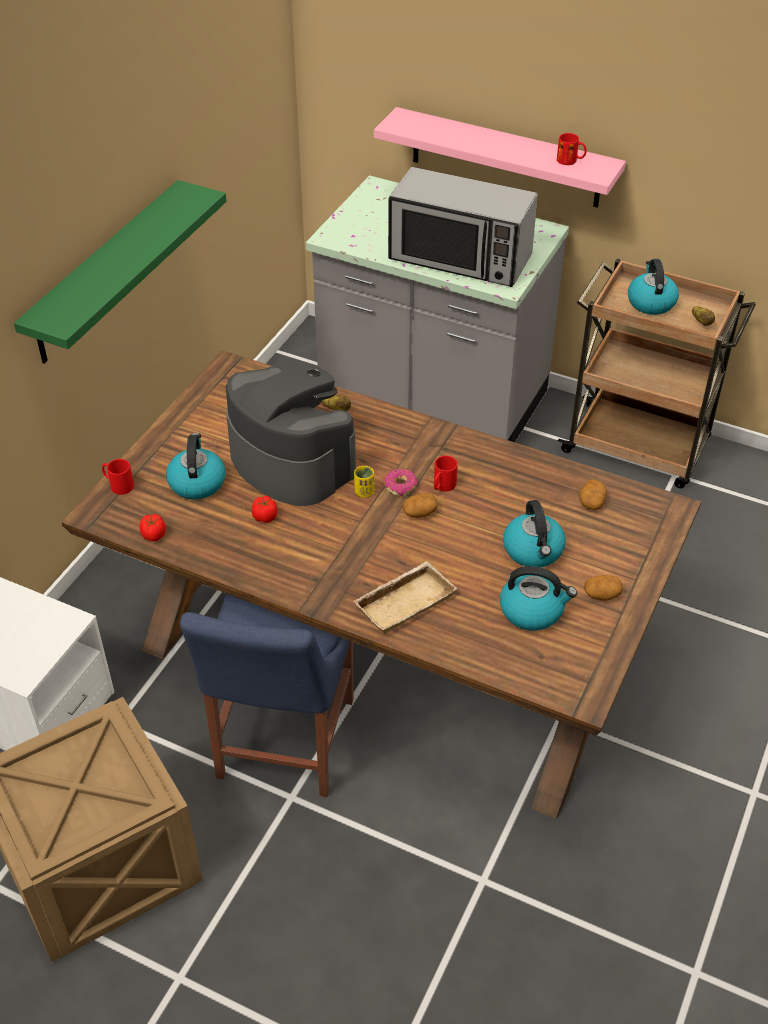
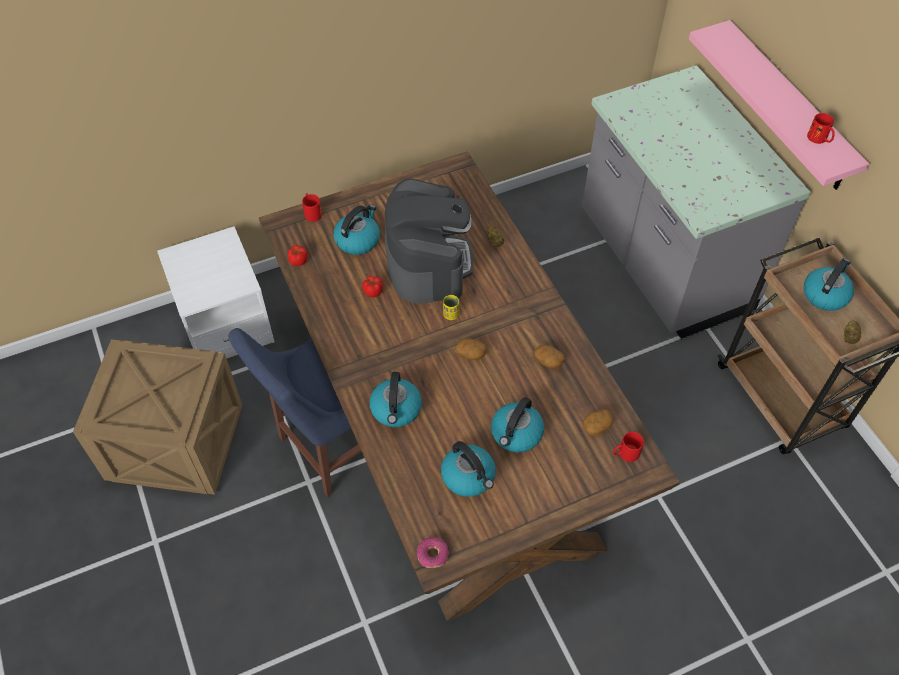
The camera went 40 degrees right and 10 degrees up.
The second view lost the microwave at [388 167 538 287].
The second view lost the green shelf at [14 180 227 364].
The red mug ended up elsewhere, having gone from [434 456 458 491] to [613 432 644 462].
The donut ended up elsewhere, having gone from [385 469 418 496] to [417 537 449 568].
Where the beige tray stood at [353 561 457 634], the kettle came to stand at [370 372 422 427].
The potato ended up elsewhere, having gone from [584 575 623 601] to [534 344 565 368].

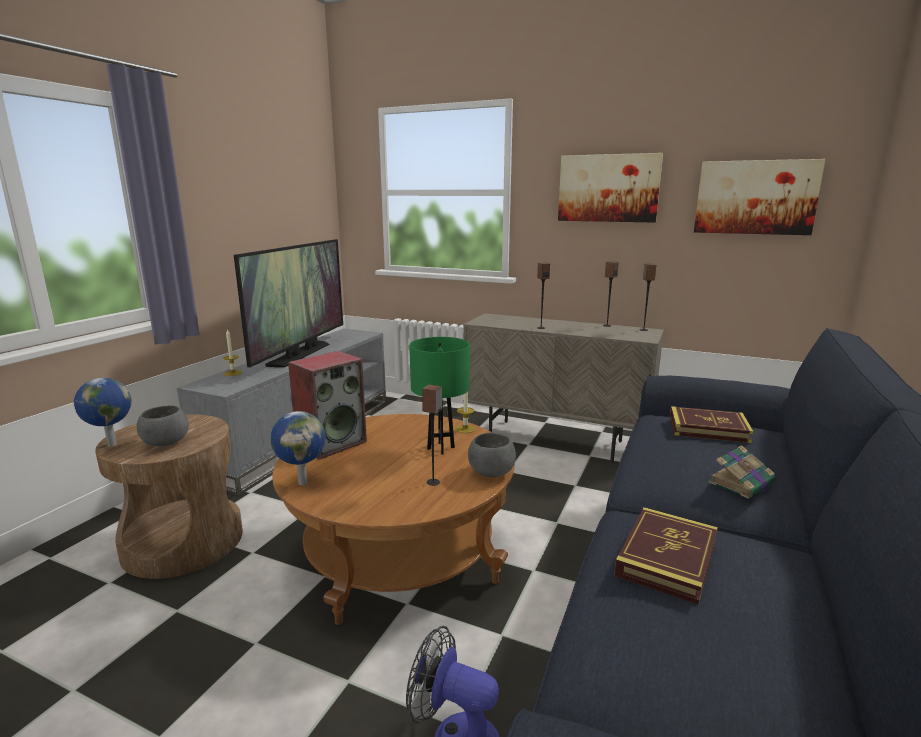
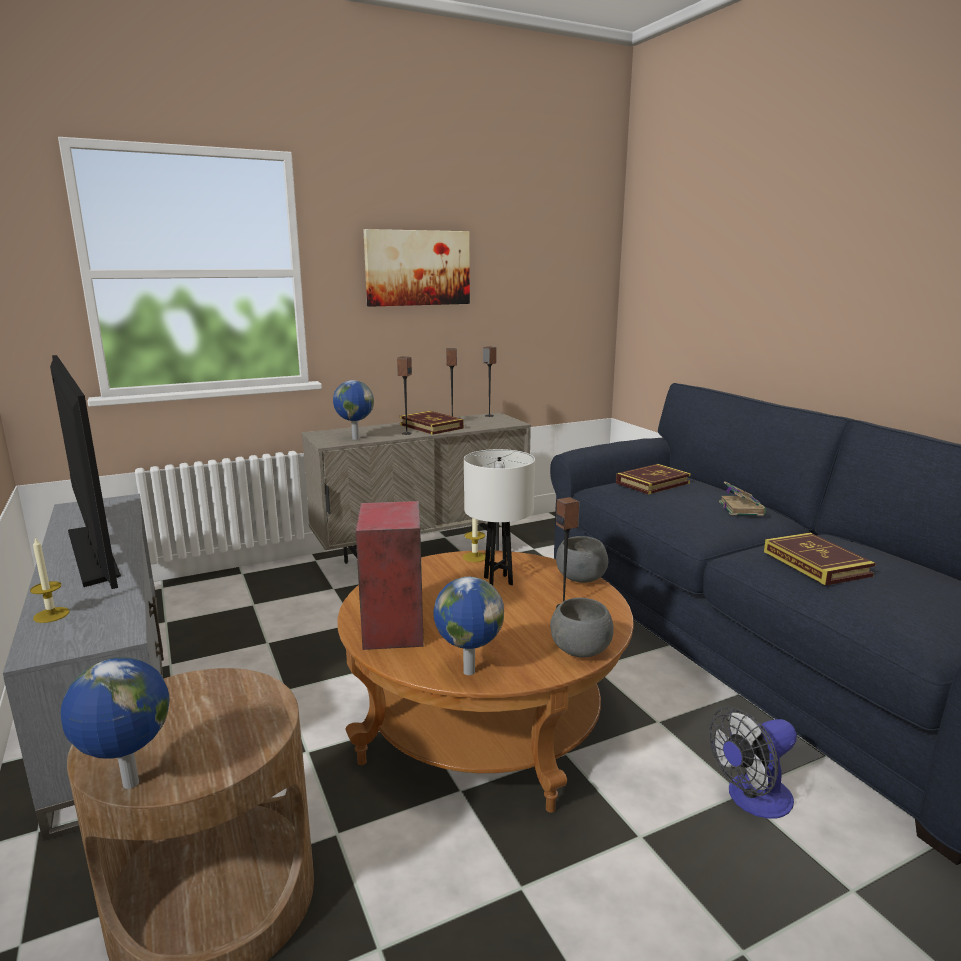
The camera went 50 degrees left and 0 degrees up.
The second view lost the picture at [694 159 826 235].
What was the green table lamp at [409 337 470 454] turned into the white table lamp at [464 449 535 586].
The grey bowl ended up elsewhere, having gone from [137 405 189 446] to [550 598 614 658].
The second view gained the globe at [333 380 374 440].
The second view gained the book at [400 411 464 435].

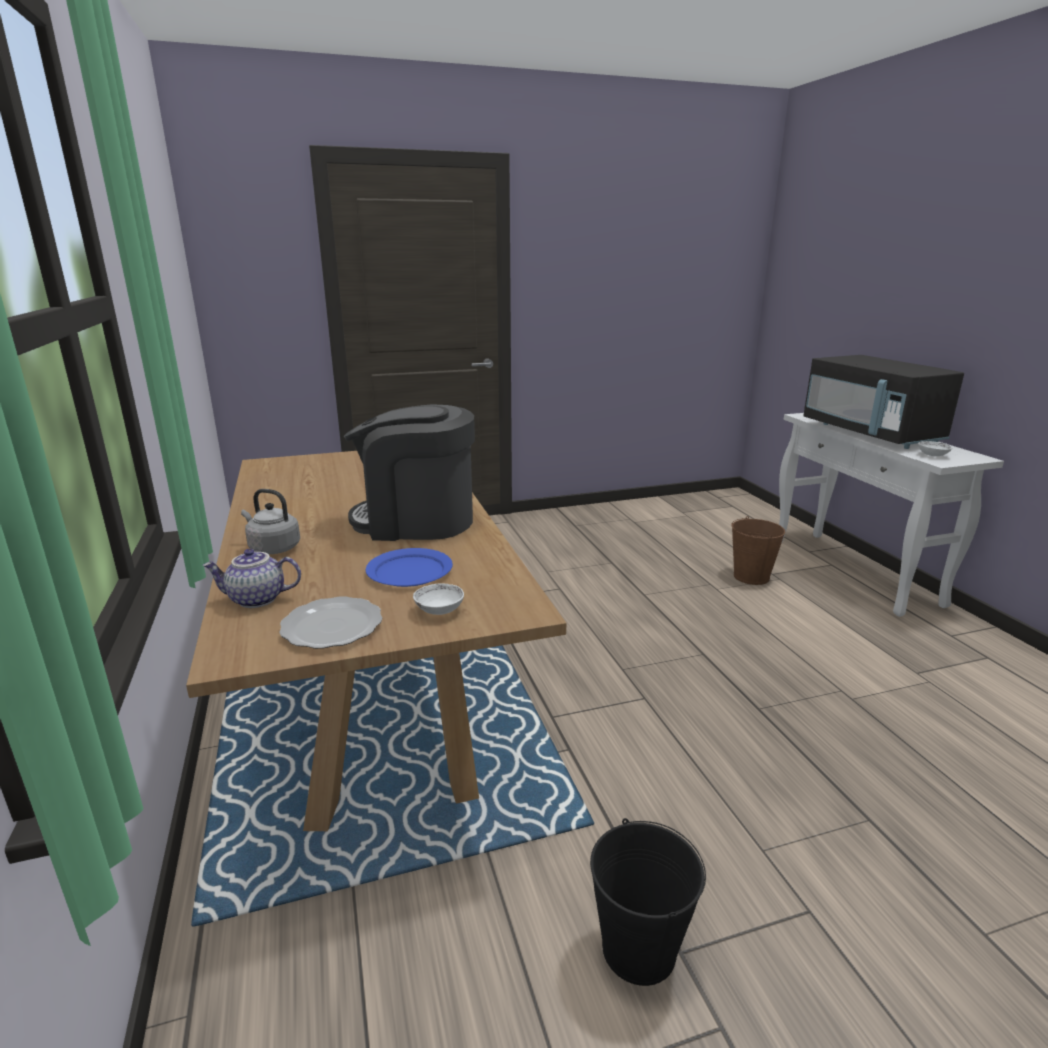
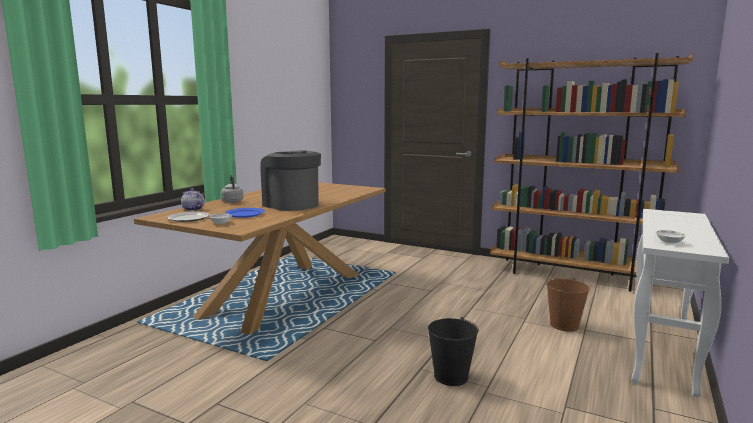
The camera went 45 degrees right and 10 degrees down.
The second view lost the black microwave at [803 355 964 449].
The black bucket ended up elsewhere, having gone from [590 818 706 986] to [428 317 479 386].
The second view gained the brown bookcase at [490 53 694 292].

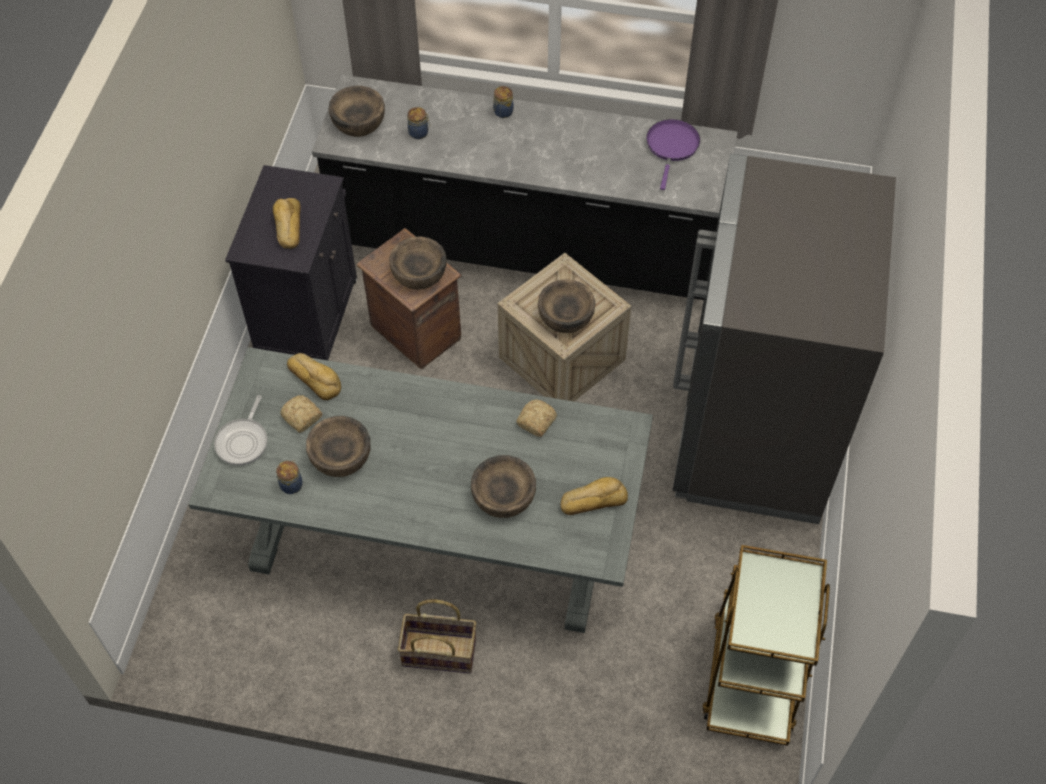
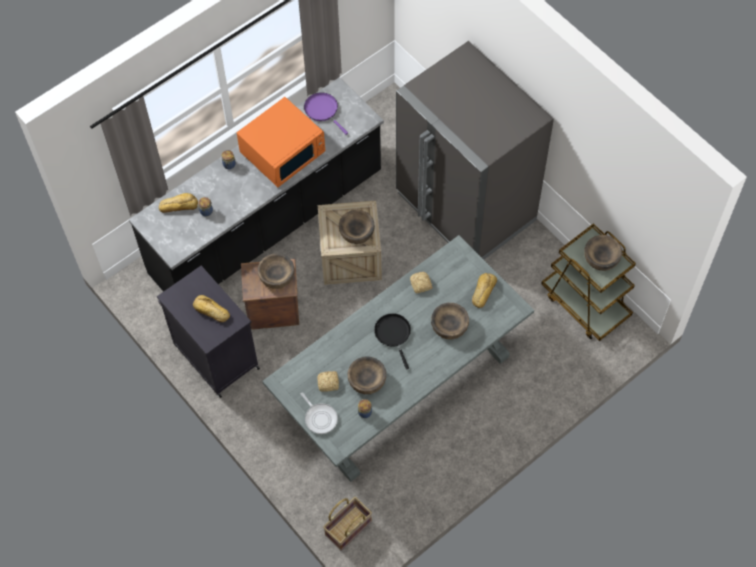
The camera went 50 degrees left and 5 degrees up.
The brown bowl ended up elsewhere, having gone from [329 86 385 137] to [584 235 622 271].
The bread ended up elsewhere, having gone from [287 353 341 400] to [159 193 198 213].
The basket ended up elsewhere, having gone from [398 599 476 673] to [323 497 372 551].
The second view gained the orange microwave at [237 97 325 187].
The second view gained the black frying pan at [374 313 411 370].

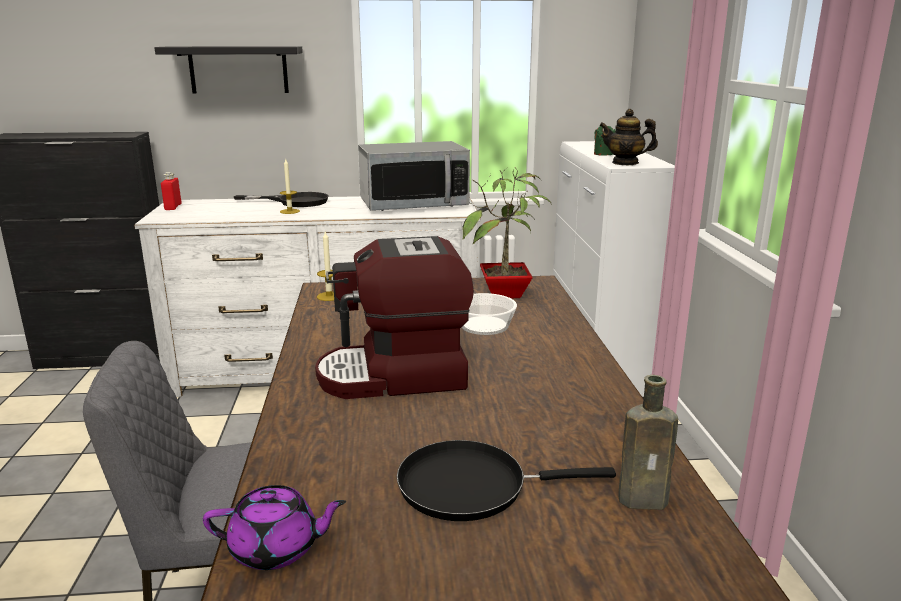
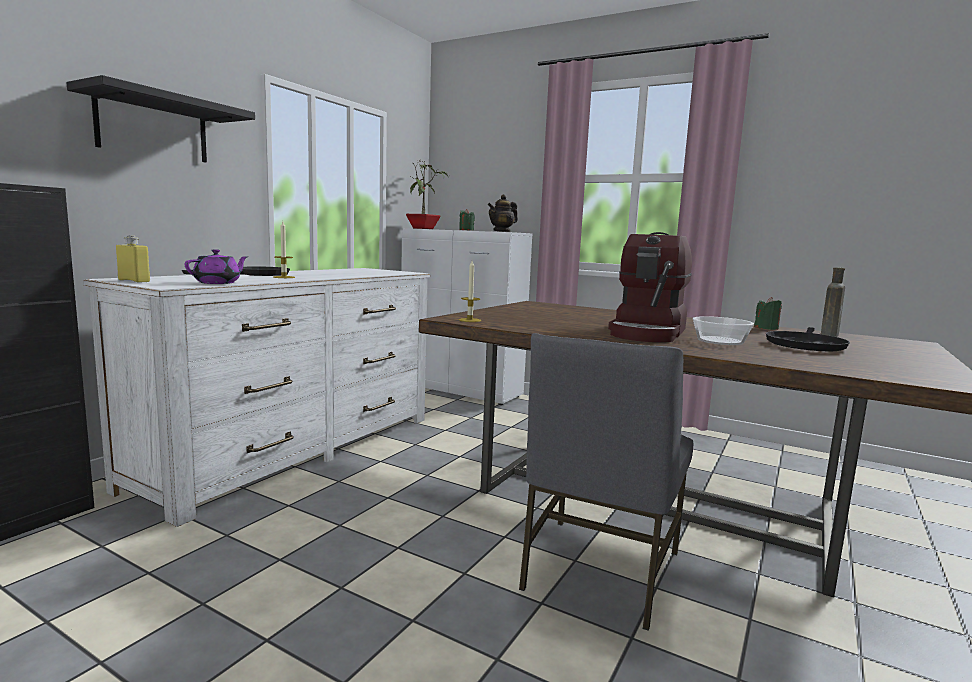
The camera went 55 degrees left and 10 degrees down.
The second view lost the microwave at [358 141 470 211].
The potted plant ended up elsewhere, having gone from [462 168 552 298] to [406 160 449 229].
What was the red bottle at [161 172 182 210] turned into the yellow bottle at [116 235 150 283].
The bowl ended up elsewhere, having gone from [461 293 517 335] to [693 316 754 345].
The purple teapot ended up elsewhere, having gone from [203 485 346 570] to [185 249 249 284].
The second view gained the green candle at [754 297 782 330].

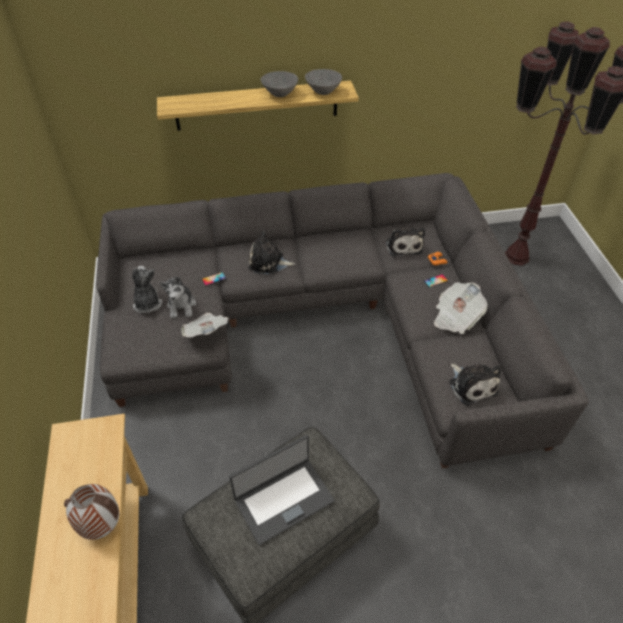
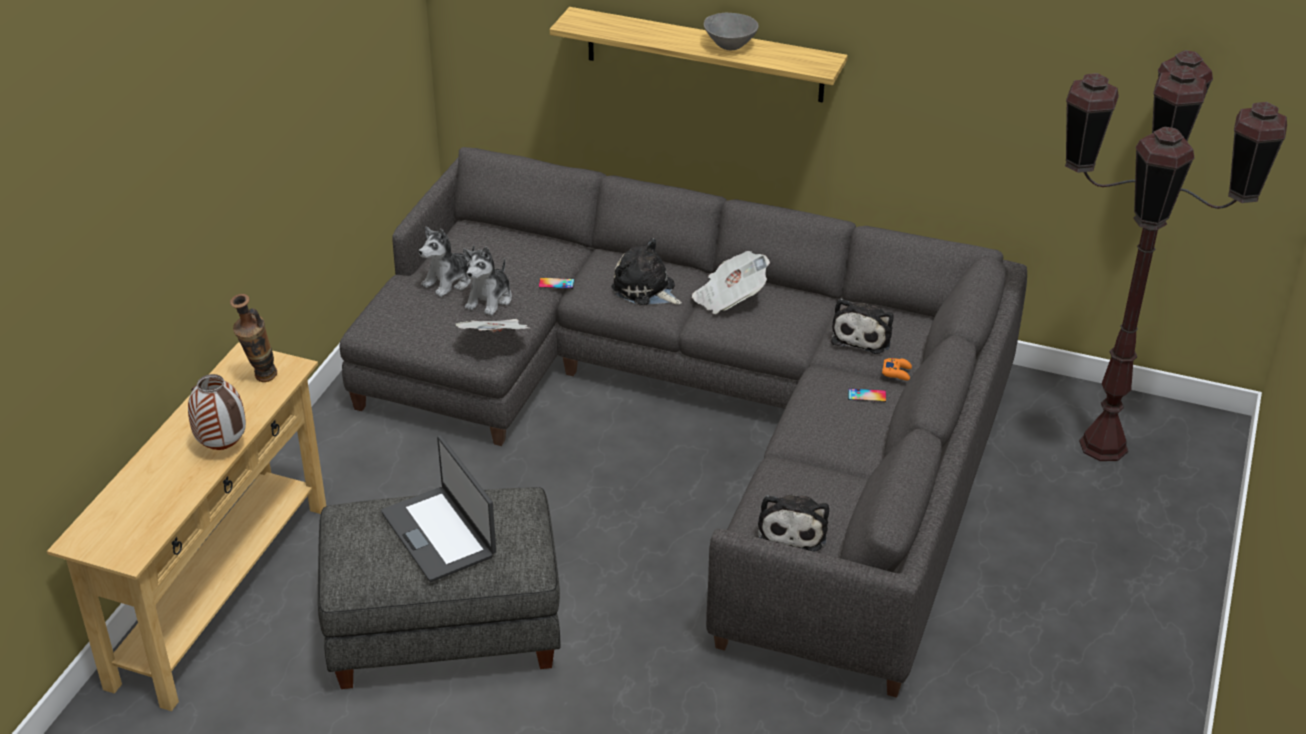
The camera went 30 degrees right and 10 degrees down.
The second view lost the grey bowl at [305 69 342 95].
The plush toy at [132 266 162 313] ended up facing another way, 150 degrees counterclockwise from before.
The newspaper ended up elsewhere, having gone from [434 282 487 334] to [692 251 770 314].
The laptop at [229 435 335 545] ended up facing another way, 60 degrees clockwise from before.
The second view gained the vase at [230 294 277 382].

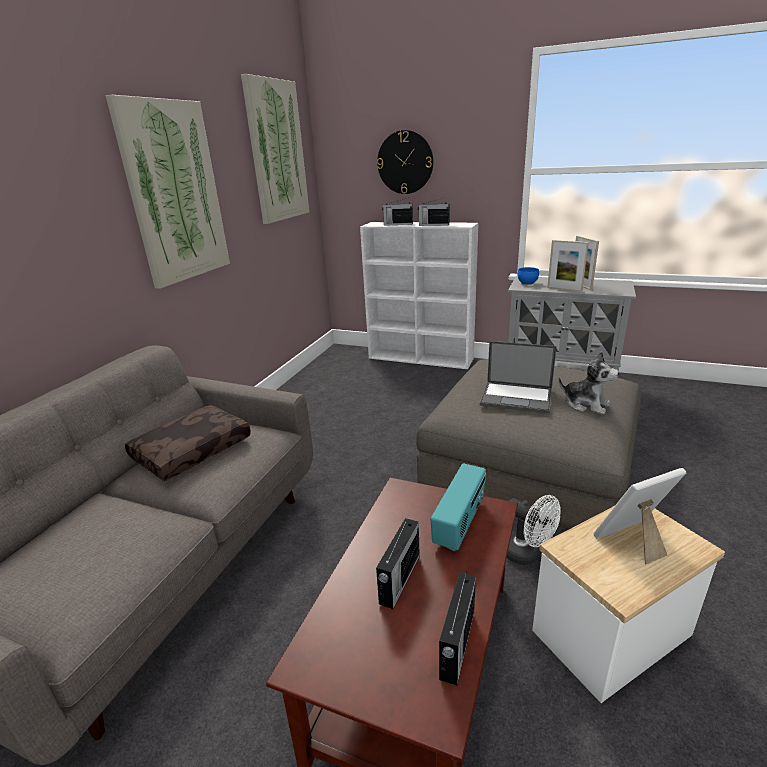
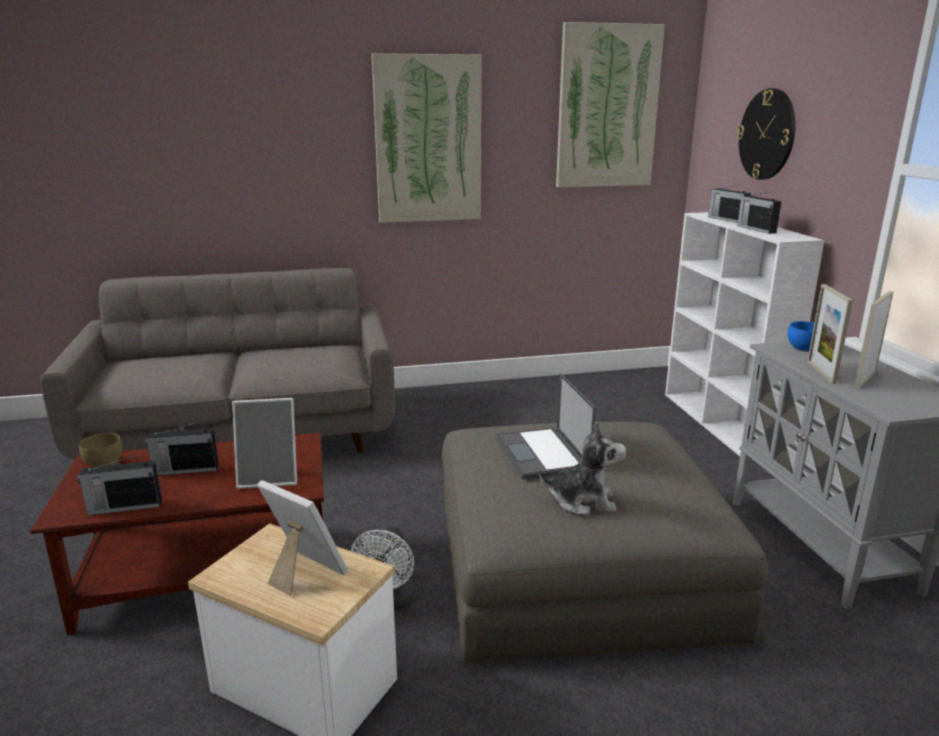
The camera went 55 degrees right and 5 degrees down.
The plush toy at [559 351 619 414] ended up facing another way, 90 degrees counterclockwise from before.
The second view lost the brown pillow at [125 405 251 481].
Where the radio stood at [431 463 486 551], the picture frame came to stand at [232 398 297 489].
The second view gained the brown bowl at [79 433 123 467].

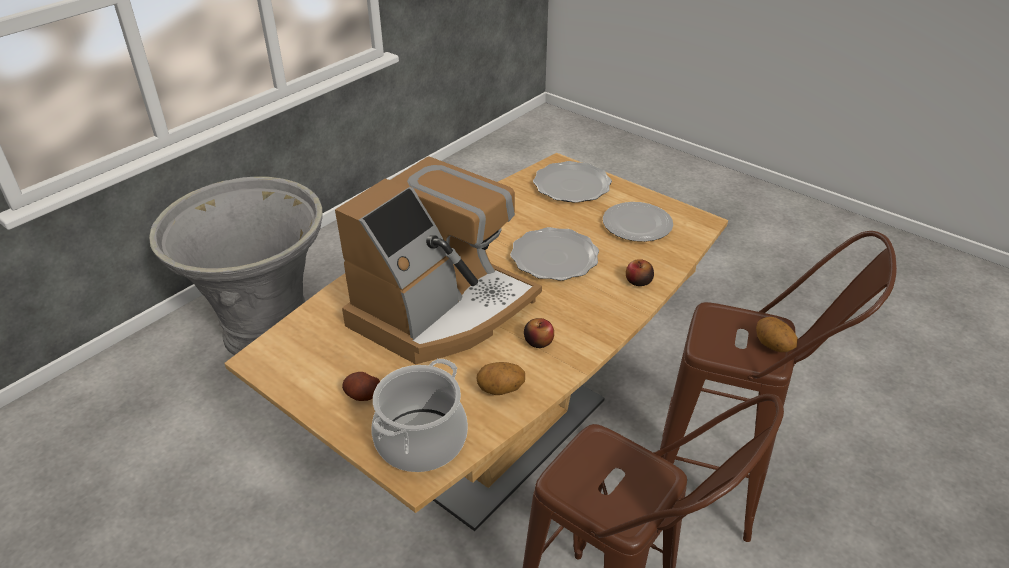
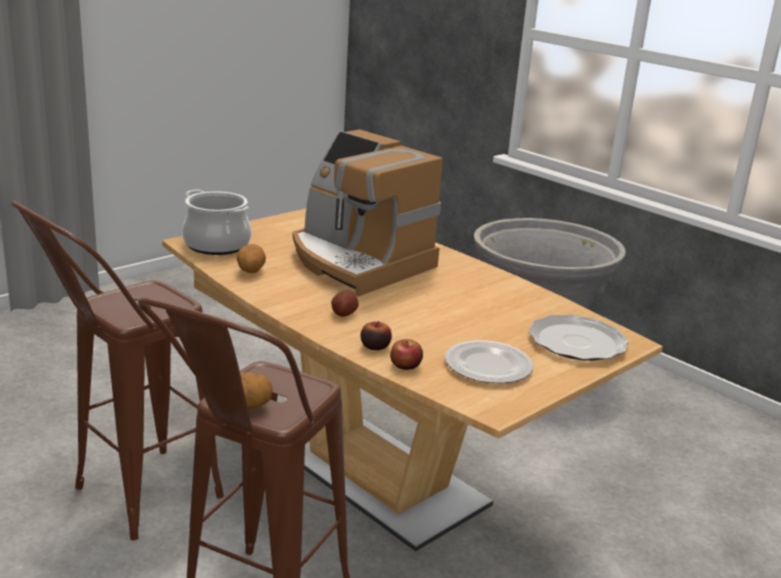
The camera went 95 degrees right and 15 degrees down.
The second view lost the plate at [510 227 599 281].
The apple ended up elsewhere, having gone from [524 318 554 348] to [390 339 423 370].
The potato ended up elsewhere, having gone from [342 372 380 401] to [331 290 359 317].

